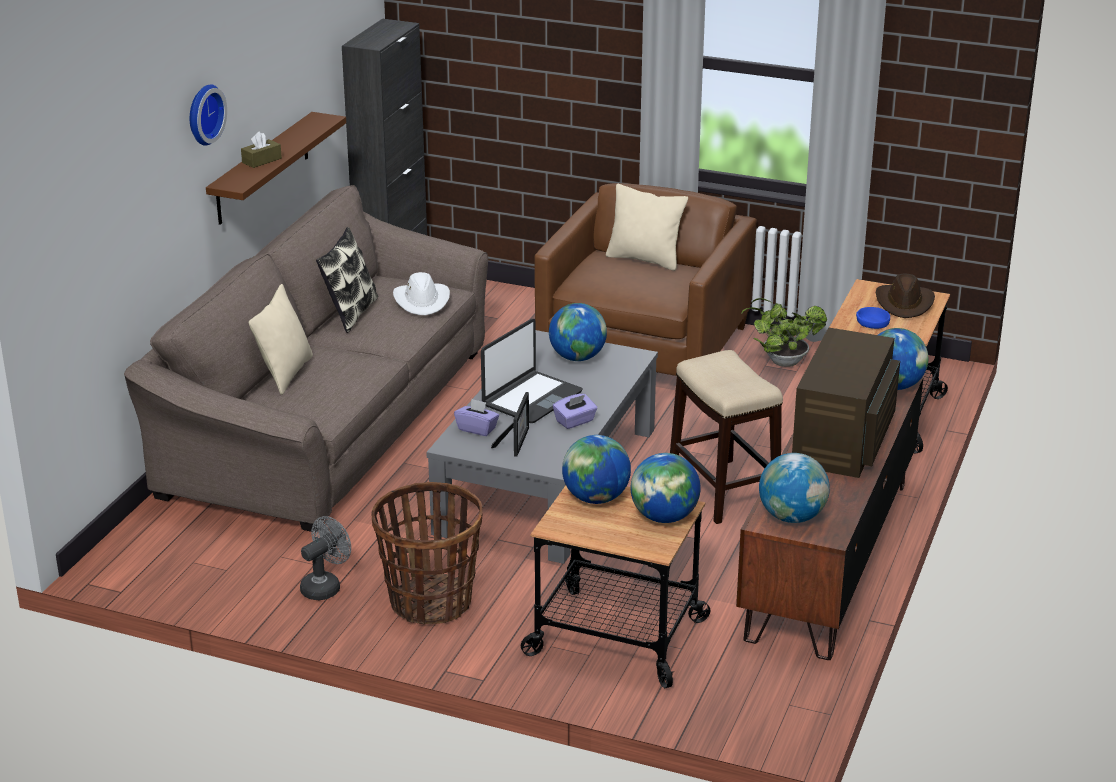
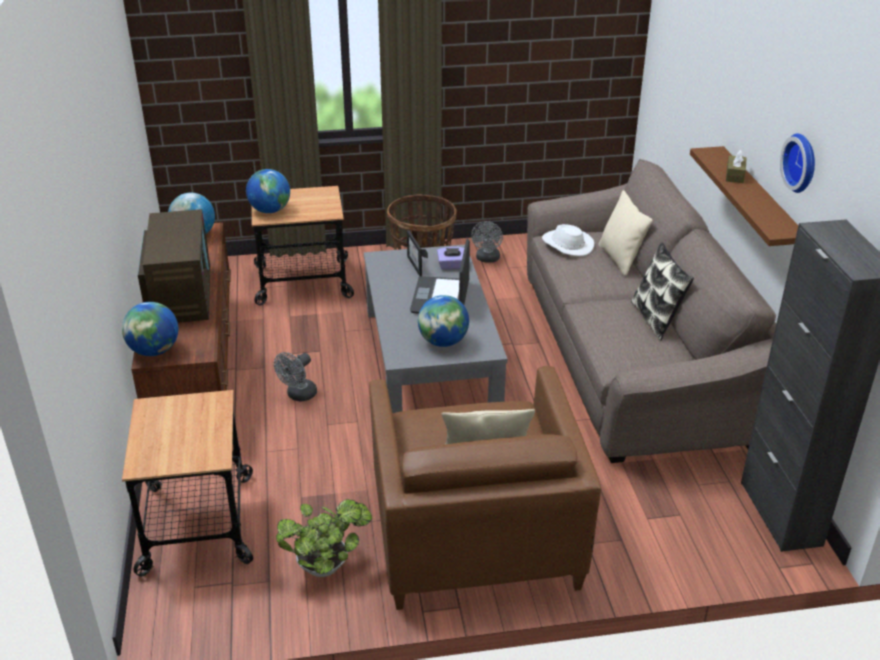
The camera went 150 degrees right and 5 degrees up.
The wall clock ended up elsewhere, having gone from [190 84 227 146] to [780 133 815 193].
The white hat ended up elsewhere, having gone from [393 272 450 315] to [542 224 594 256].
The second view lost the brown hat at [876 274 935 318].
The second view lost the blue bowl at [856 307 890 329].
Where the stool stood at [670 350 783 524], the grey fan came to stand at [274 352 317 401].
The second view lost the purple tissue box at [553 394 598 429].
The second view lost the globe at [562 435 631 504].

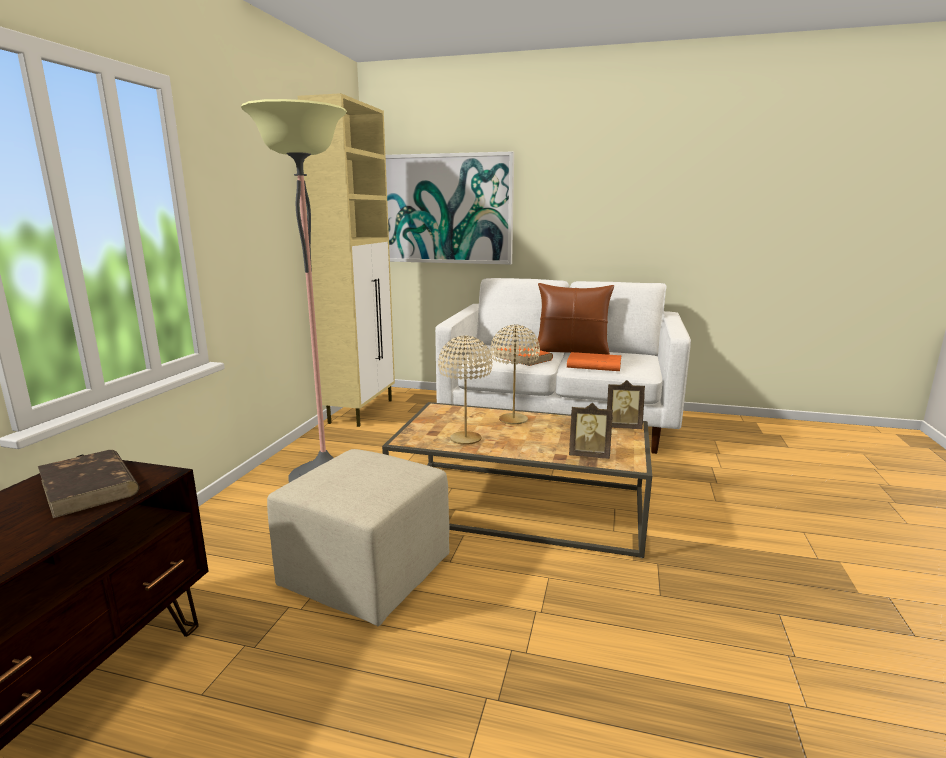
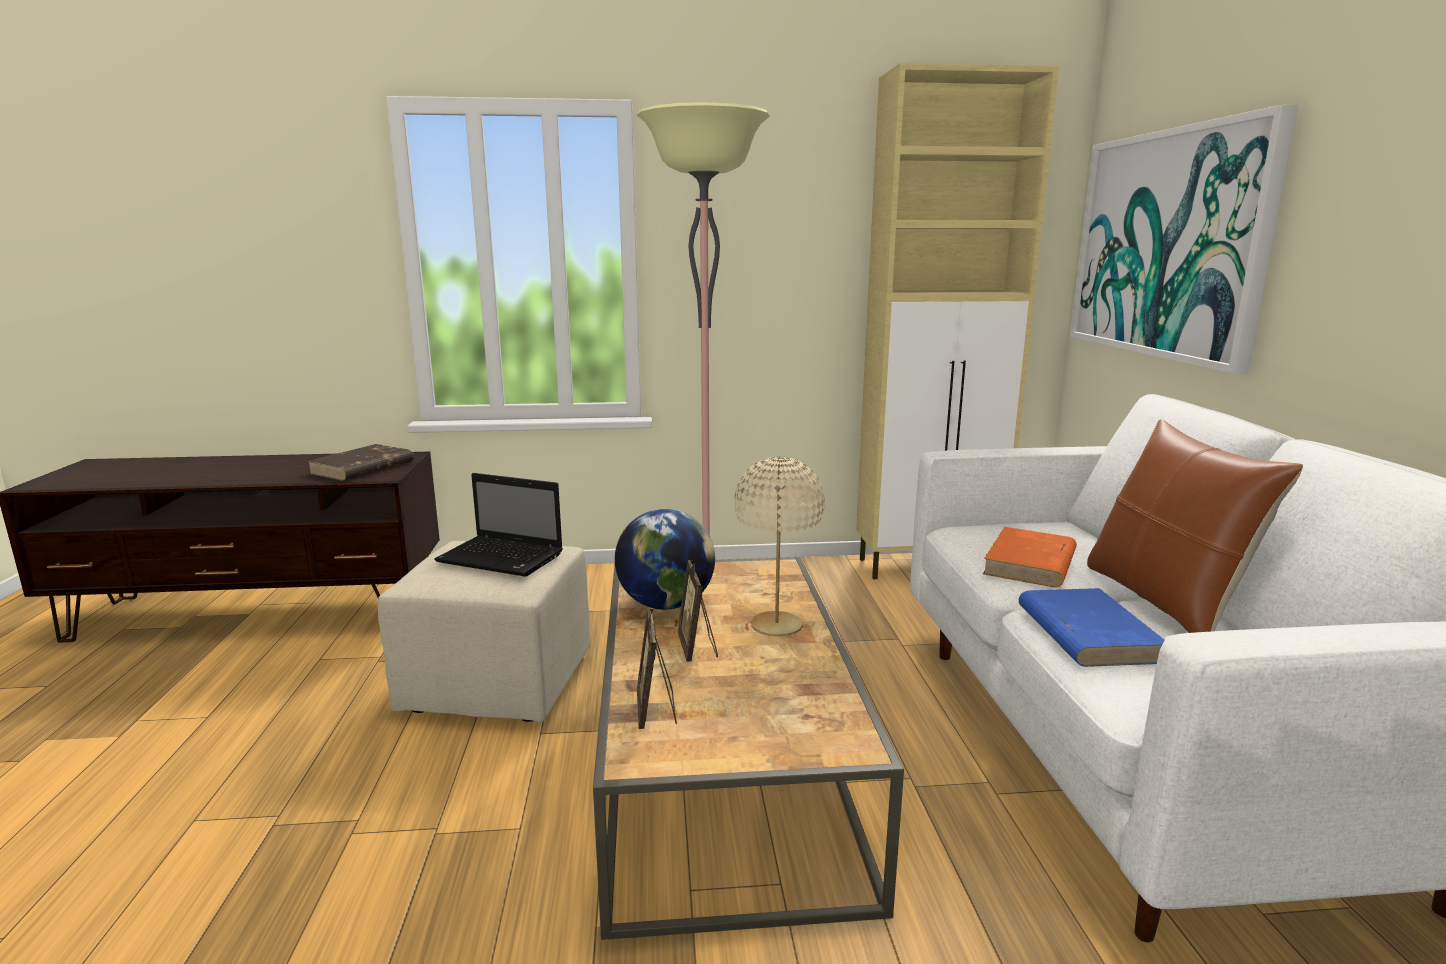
The camera went 70 degrees right and 0 degrees up.
Where the beige table lamp stood at [438 336 493 445], the globe came to stand at [615 509 715 610].
What was the orange book at [567 352 622 371] turned into the blue book at [1019 588 1164 667].
The picture frame ended up elsewhere, having gone from [607 380 645 429] to [677 560 718 661].
The second view gained the laptop at [434 473 563 577].

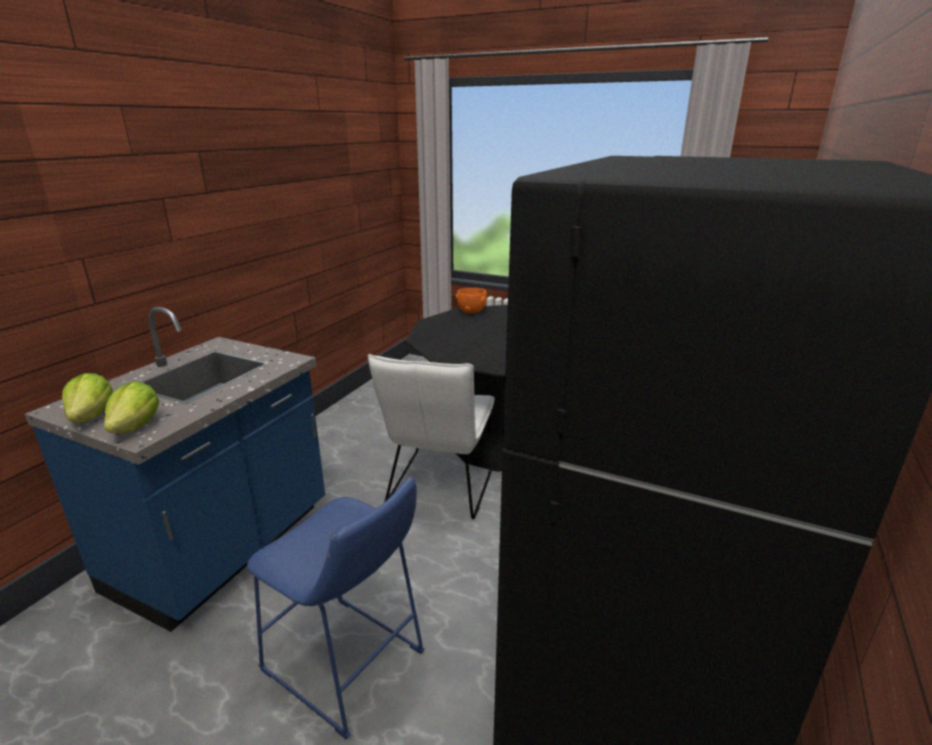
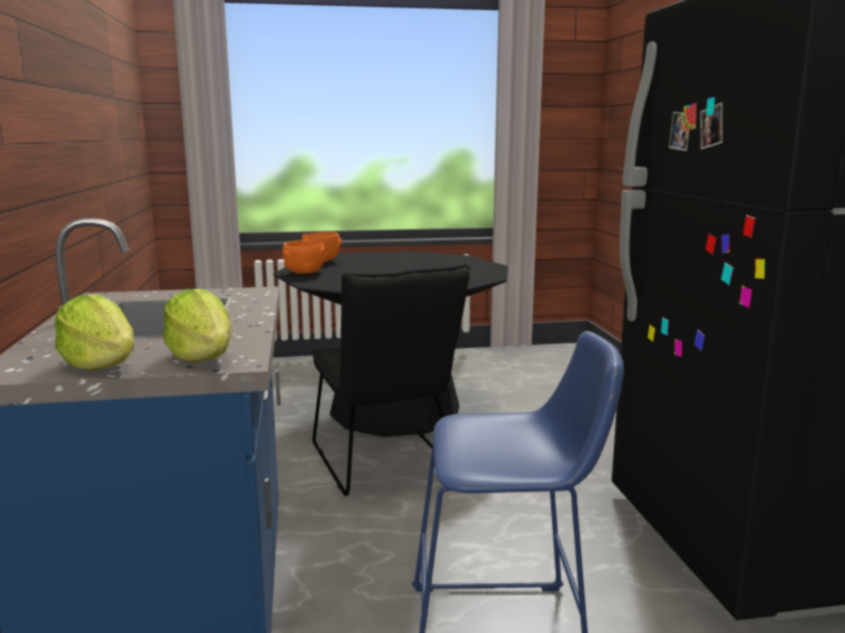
The camera went 35 degrees left and 10 degrees down.
What was the white chair at [367 354 495 519] turned into the black chair at [312 264 470 496].
The second view gained the orange bowl at [282 240 325 274].

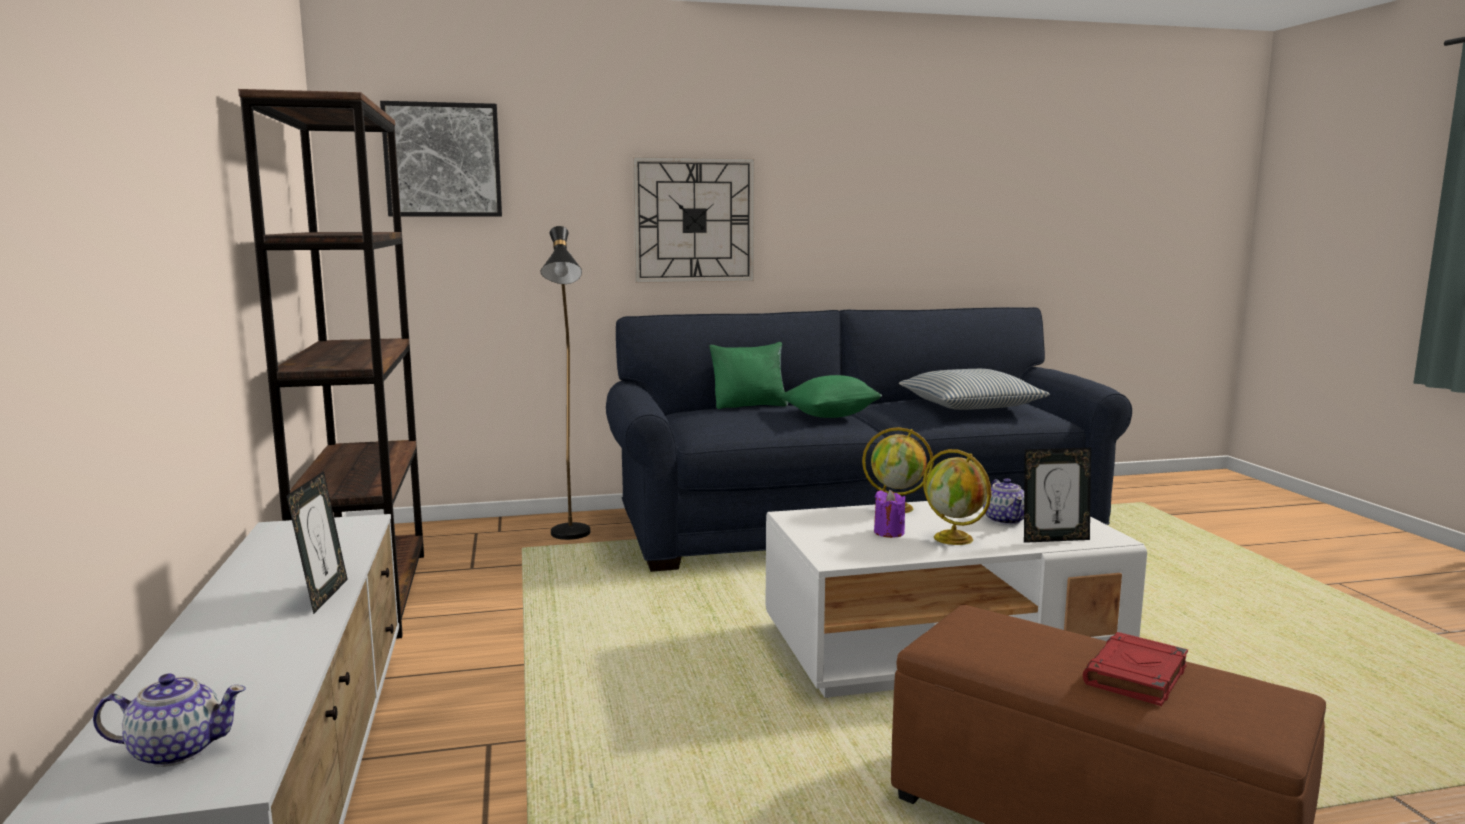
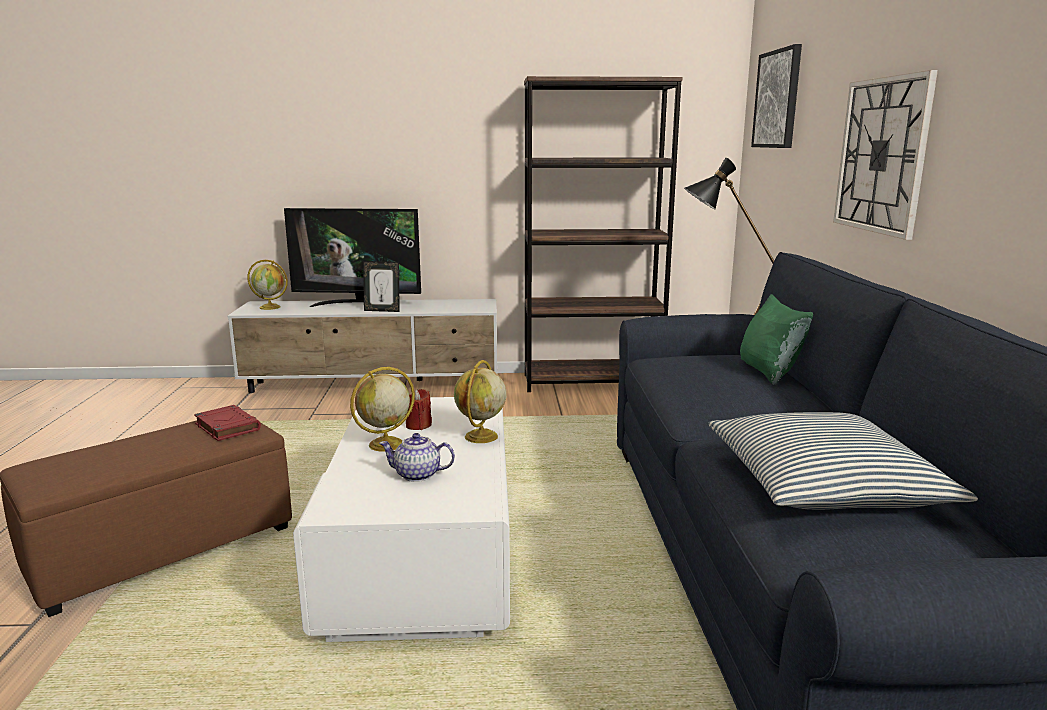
The camera went 100 degrees right and 5 degrees up.
The second view lost the green pillow at [780 375 882 418].
The second view lost the picture frame at [1024 448 1091 543].
What was the purple candle at [874 490 905 538] turned into the red candle at [406 389 432 430].
The red book ended up elsewhere, having gone from [1083 632 1188 706] to [194 405 261 441].
Where the teapot stood at [93 673 246 767], the globe came to stand at [247 260 288 310].
The second view gained the television at [284 208 421 307].

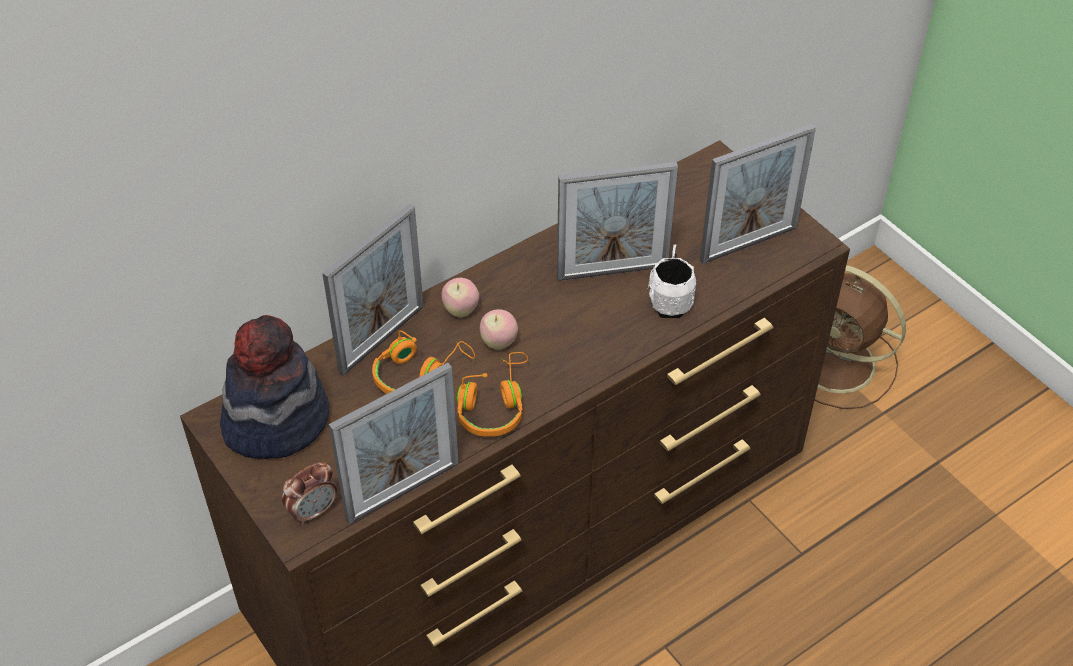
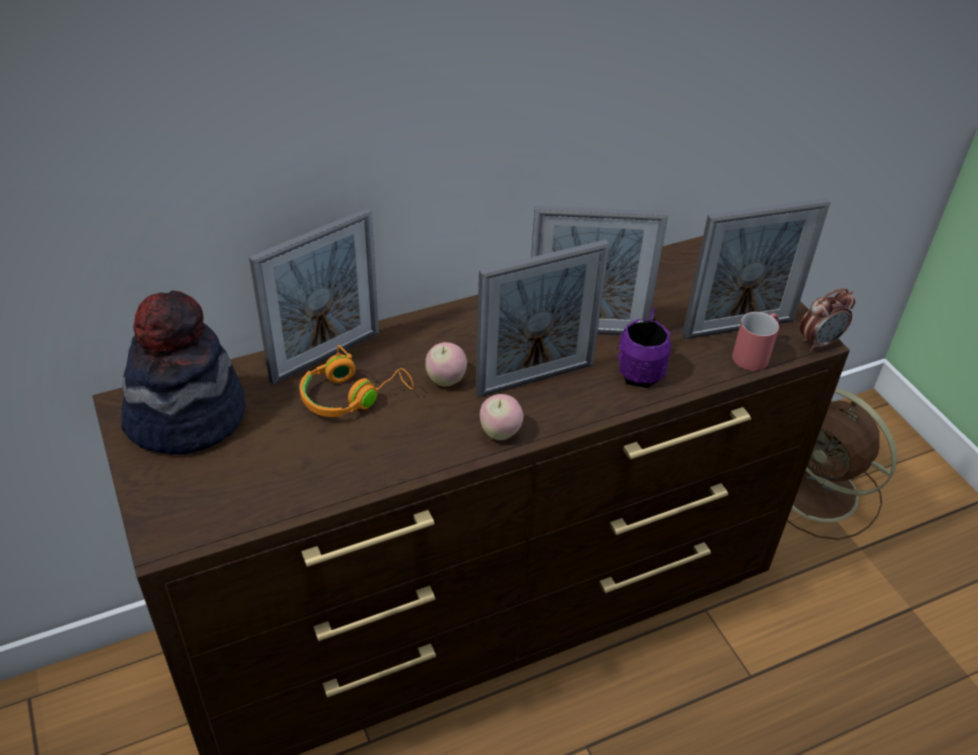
The camera went 10 degrees right and 5 degrees down.
What was the white mug at [647 245 696 318] turned into the purple mug at [617 308 671 388].
The apple ended up elsewhere, having gone from [441 278 479 317] to [480 394 524 440].
The second view lost the orange headphones at [457 352 528 437].
The picture frame ended up elsewhere, having gone from [329 363 459 525] to [475 239 610 398].
The alarm clock ended up elsewhere, having gone from [282 462 337 525] to [800 288 855 351].
The second view gained the red mug at [732 312 779 371].

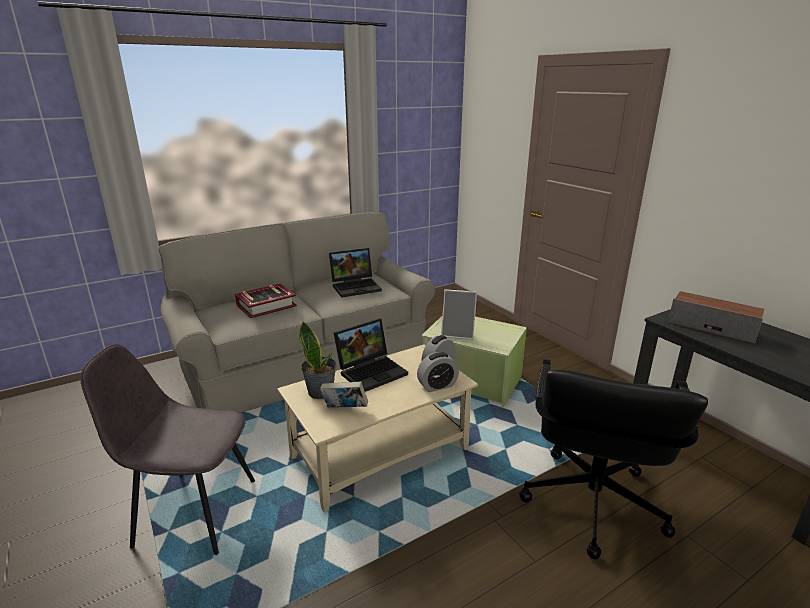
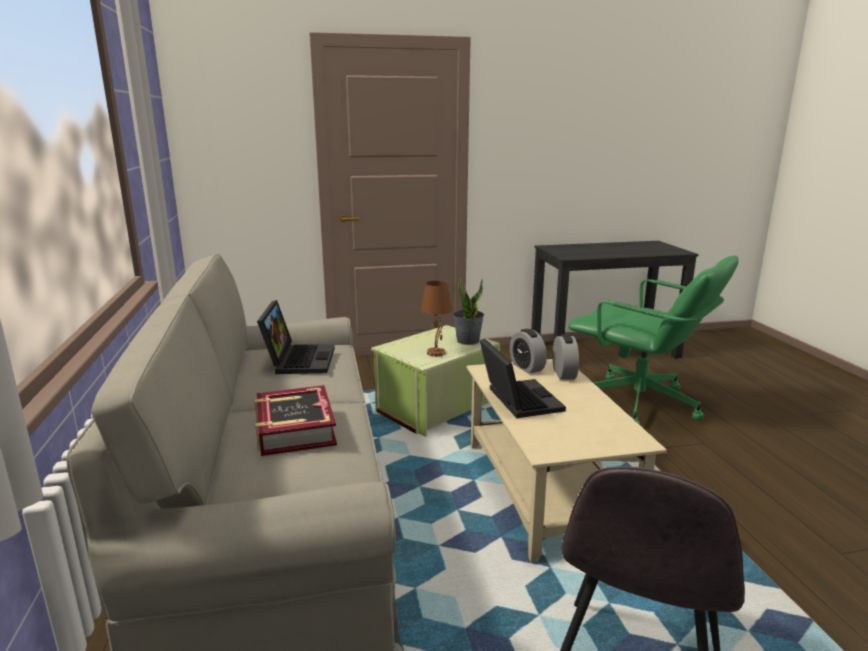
The camera went 70 degrees left and 5 degrees down.
Where the picture frame stood at [441 289 477 340], the brown table lamp came to stand at [421 281 452 357].
The second view lost the speaker at [668 291 764 344].
The potted plant ended up elsewhere, having gone from [299 322 337 399] to [453 277 484 345].
What was the black office chair at [519 359 708 559] turned into the green office chair at [568 256 739 426].
The second view lost the book at [320 381 368 408].

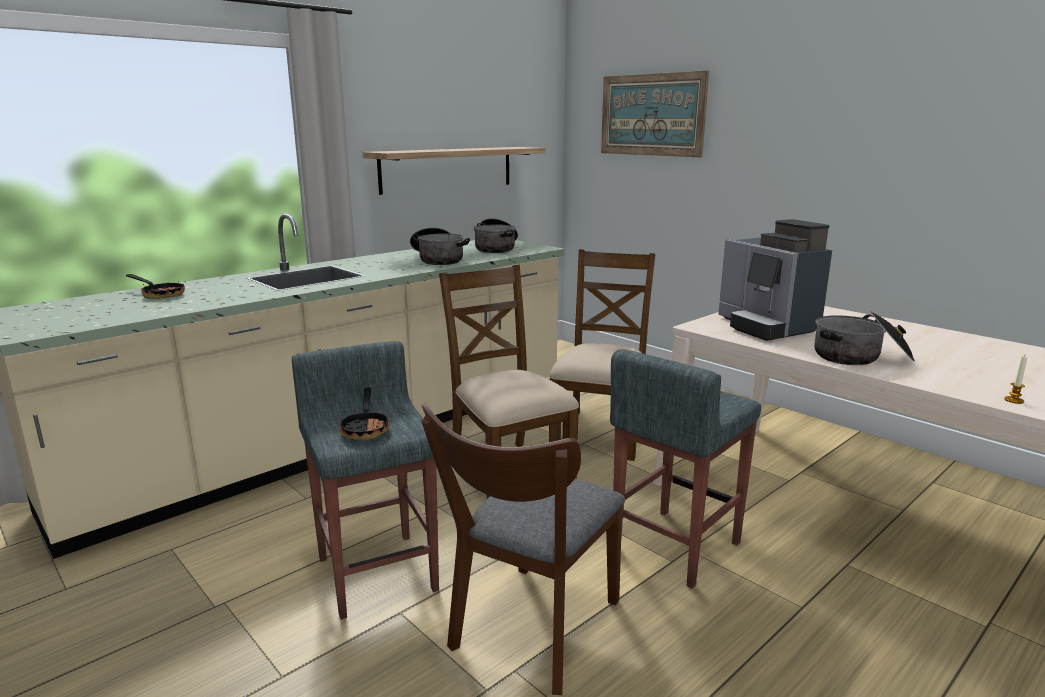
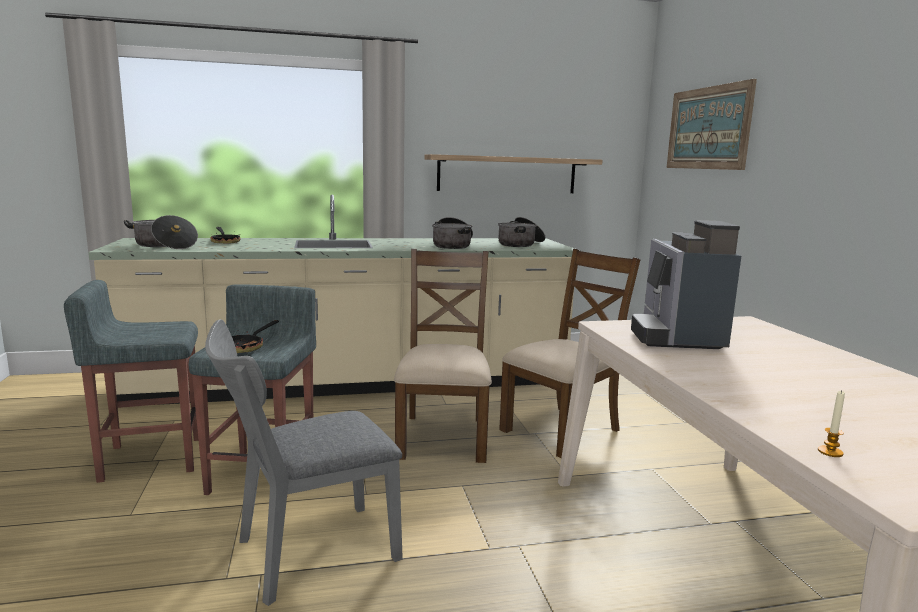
The camera went 30 degrees right and 5 degrees down.
The cooking pot ended up elsewhere, having gone from [814 311 915 365] to [124 215 198 249].
The grey stool ended up elsewhere, having gone from [610 350 761 589] to [64 280 199 483].
What was the brown chair at [421 403 625 695] turned into the grey chair at [205 319 403 606].

